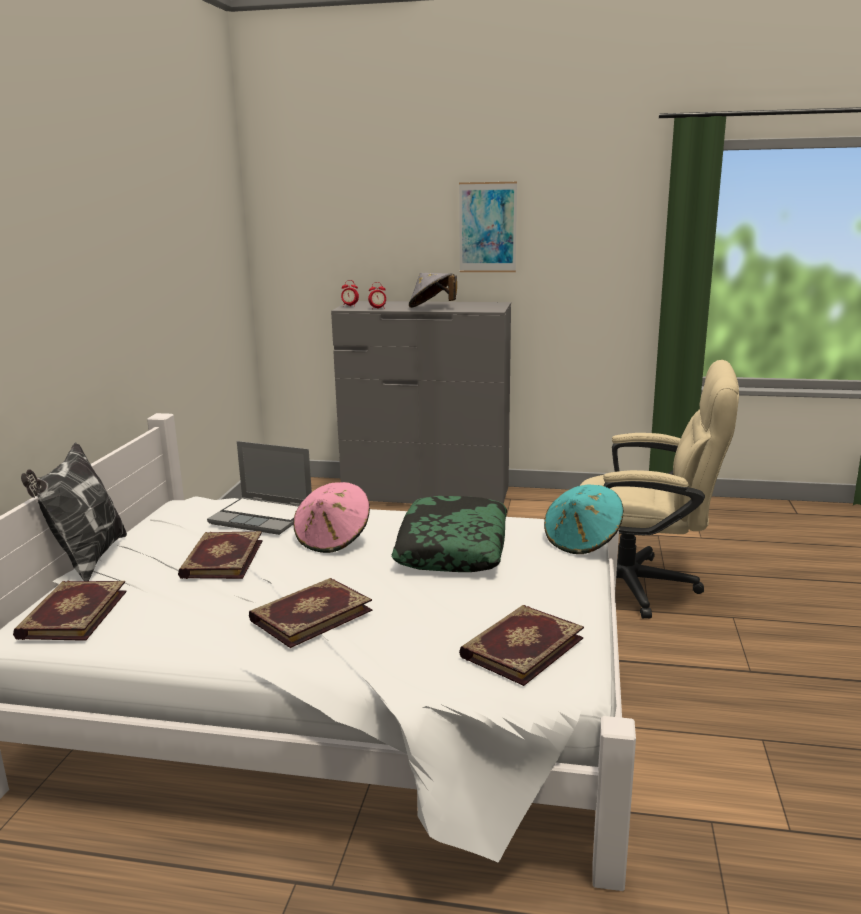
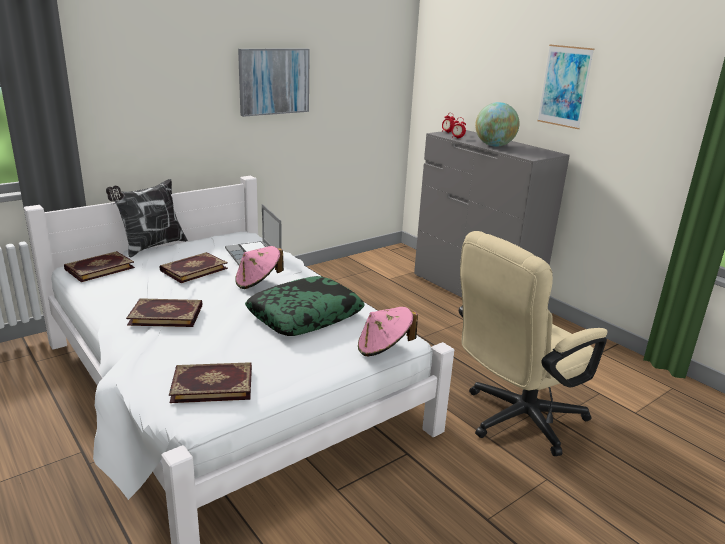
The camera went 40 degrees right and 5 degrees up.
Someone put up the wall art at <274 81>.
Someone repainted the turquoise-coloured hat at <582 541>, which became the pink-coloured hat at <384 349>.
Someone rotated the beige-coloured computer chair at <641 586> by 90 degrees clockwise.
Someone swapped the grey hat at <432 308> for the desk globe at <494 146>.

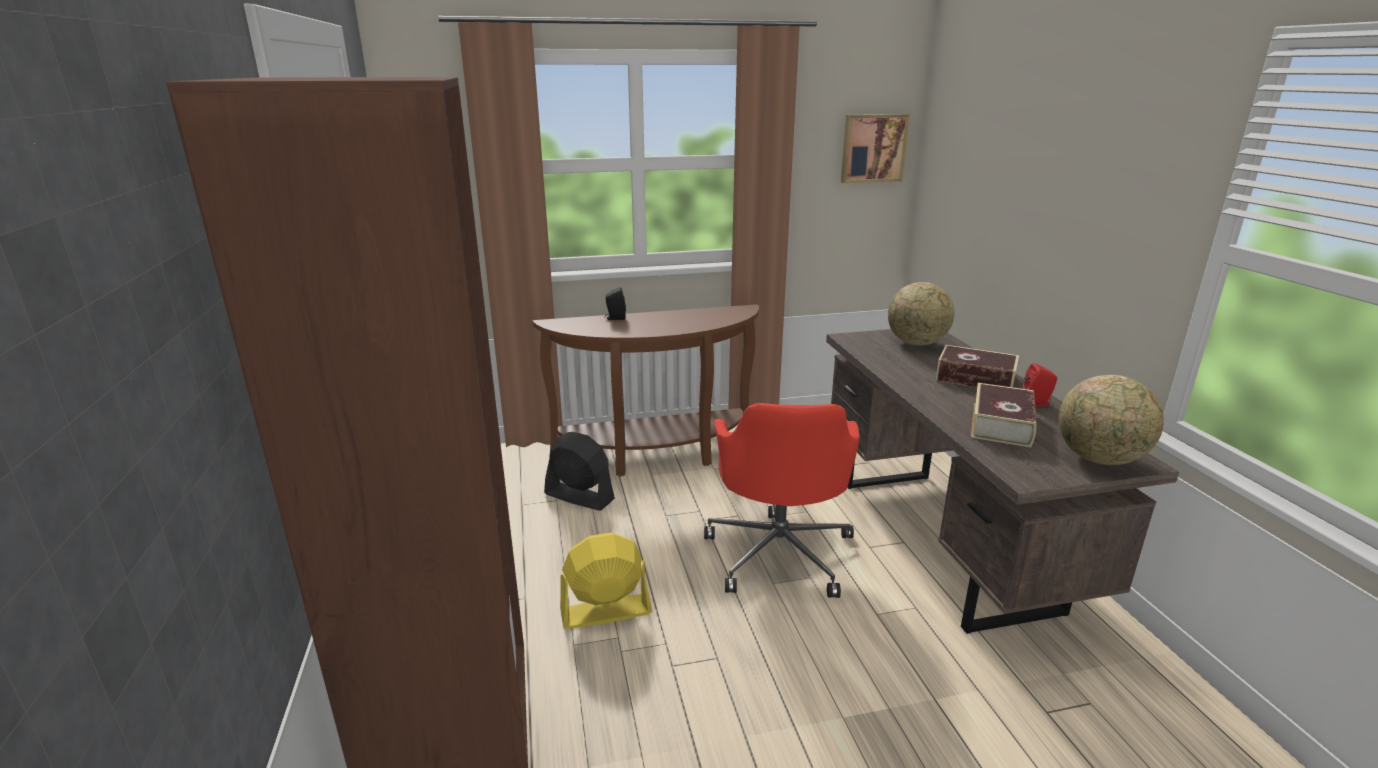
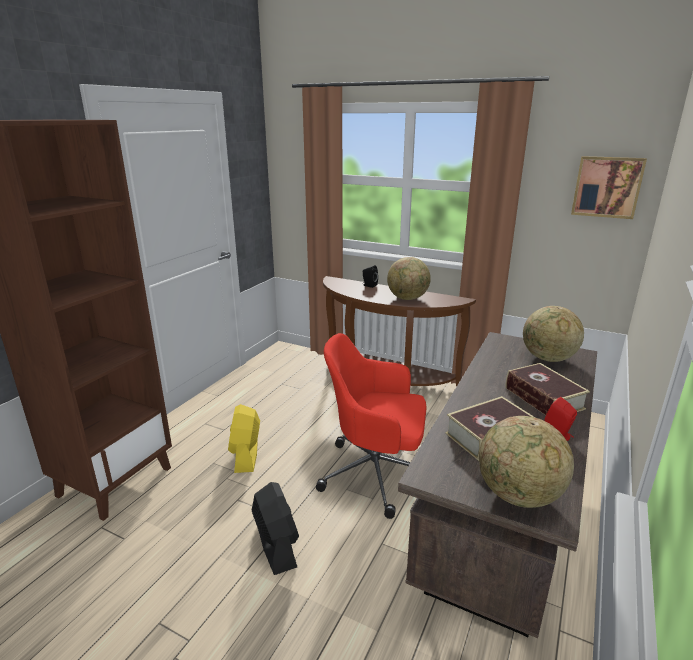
The camera went 40 degrees right and 0 degrees up.
Someone rotated the yellow-coloured fan at <605 611> by 120 degrees counterclockwise.
Someone carried the black-coloured fan from <579 496> to <276 545>.
Someone rotated the red-coloured computer chair at <779 552> by 60 degrees clockwise.
Someone put down the desk globe at <408 298>.

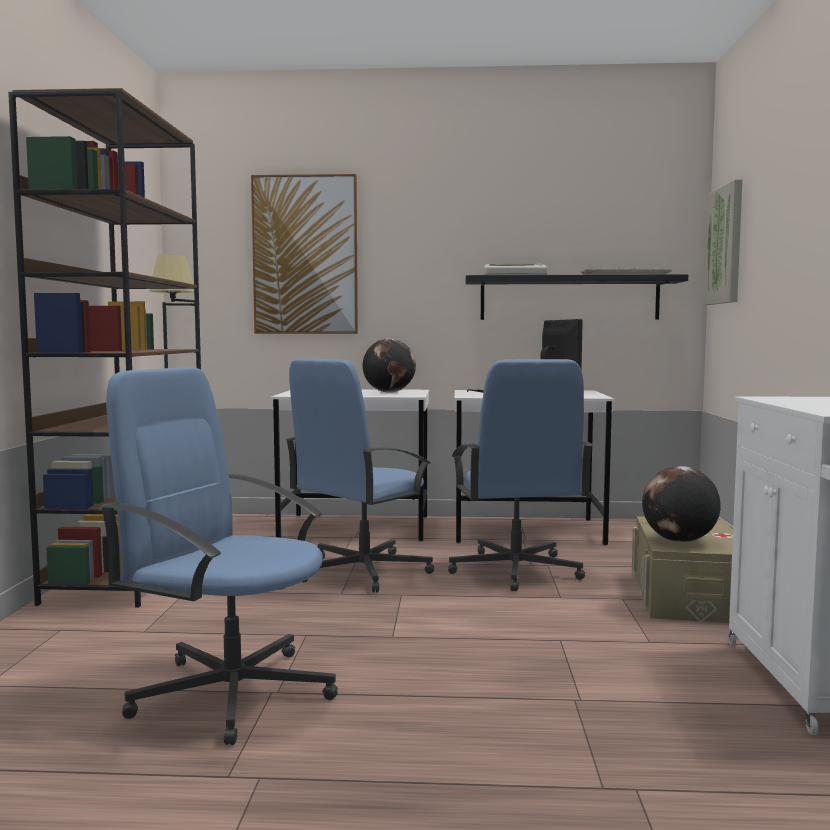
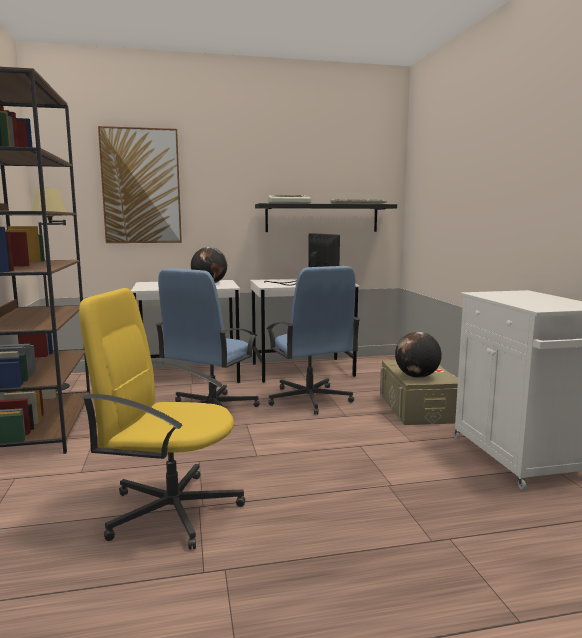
The camera went 15 degrees left and 5 degrees up.
Someone repainted the blue-coloured computer chair at <231 692>, which became the yellow-coloured computer chair at <171 510>.
Someone took away the wall art at <725 245>.

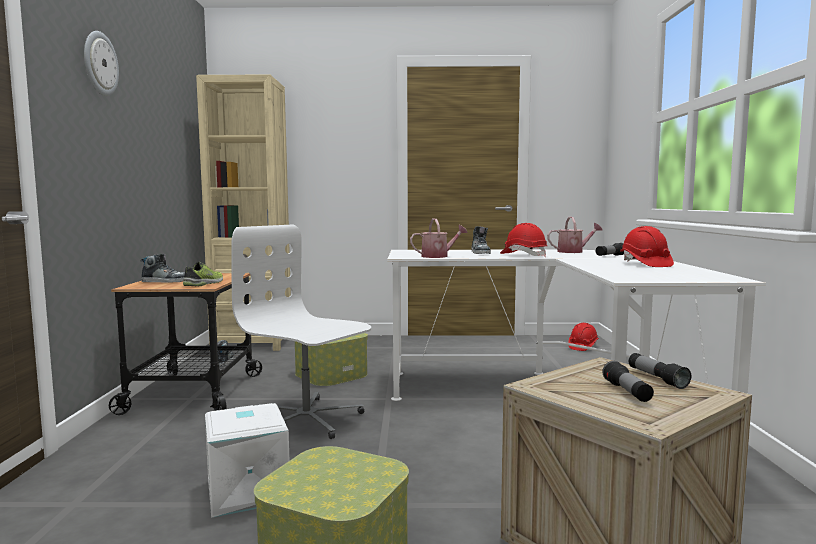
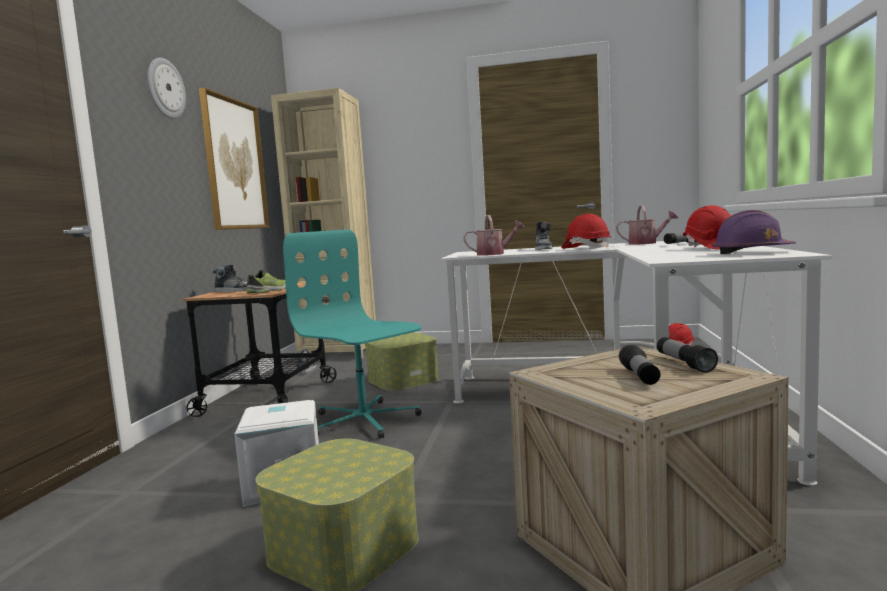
The camera went 10 degrees right and 0 degrees up.
Someone put up the wall art at <234 164>.
Someone repainted the whitish computer chair at <306 420>, which became the turquoise-coloured computer chair at <363 421>.
Someone put down the purple work helmet at <751 252>.

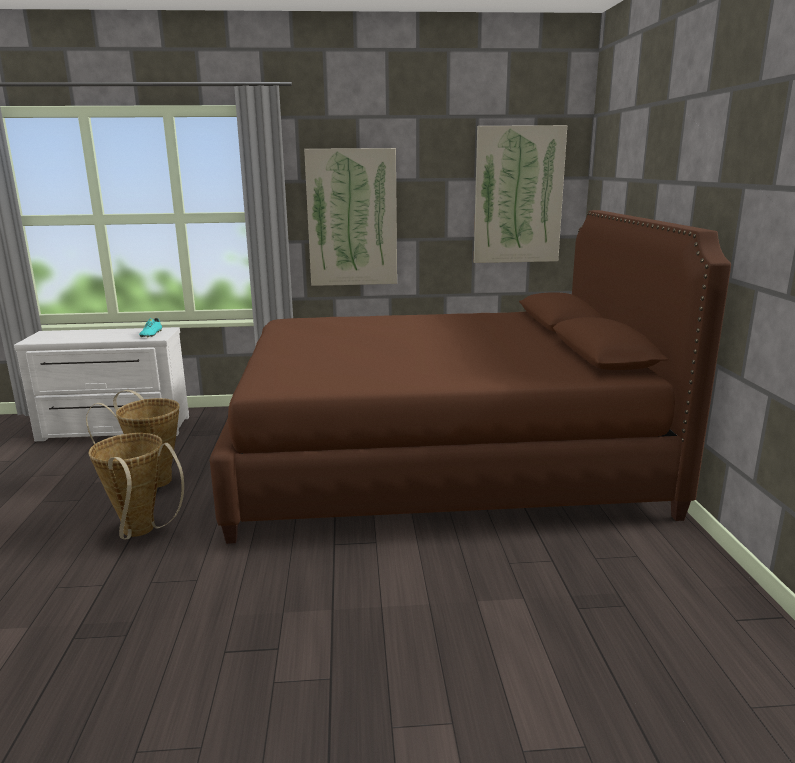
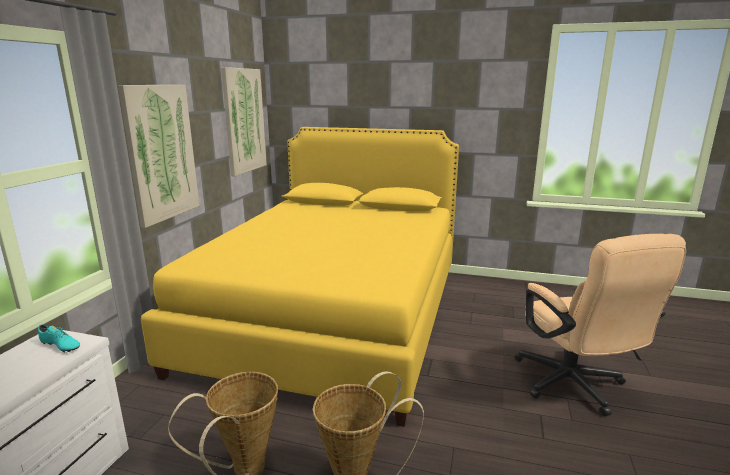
The camera went 70 degrees left and 0 degrees up.
Someone repainted the brown-coloured bedroom bed at <438 460>, which became the yellow-coloured bedroom bed at <334 315>.
Someone put down the beige-coloured computer chair at <575 387>.

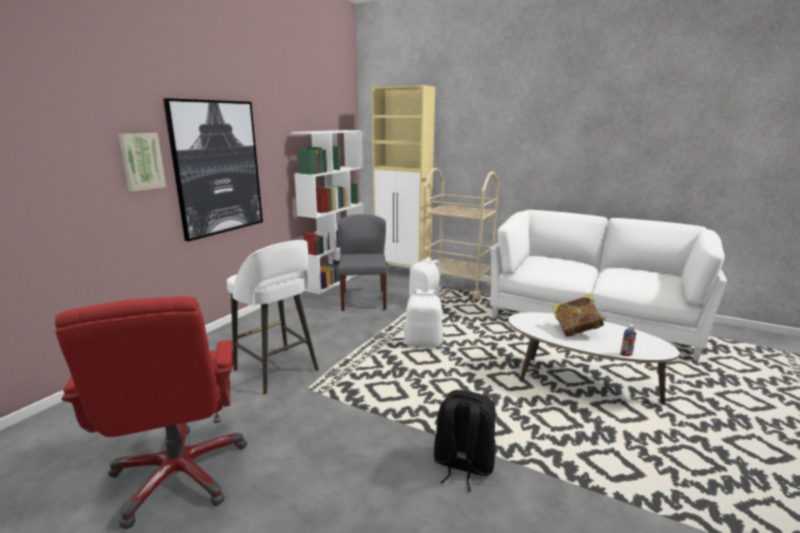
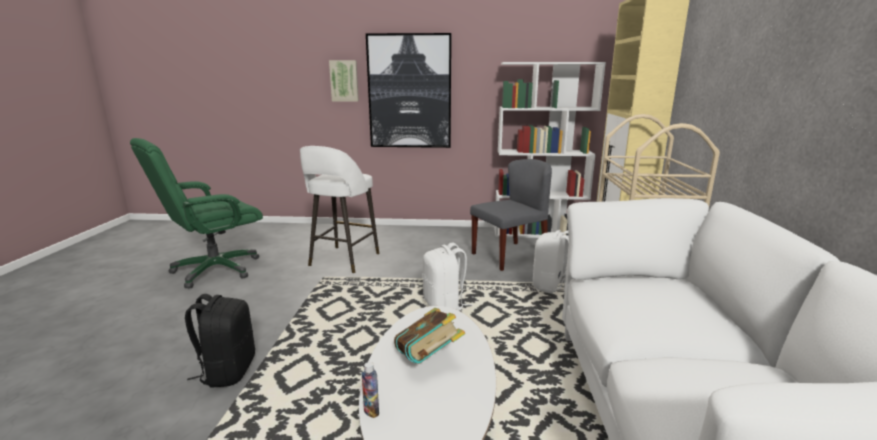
The camera went 65 degrees right and 0 degrees up.
Someone repainted the red-coloured computer chair at <180 474>, which became the green computer chair at <215 270>.

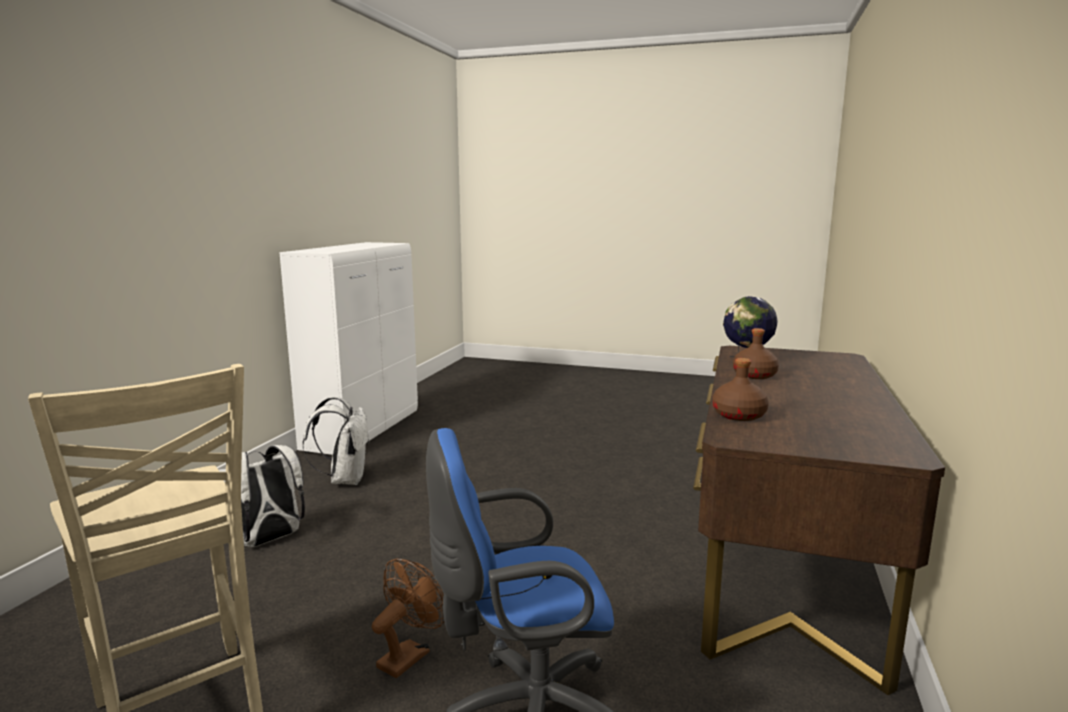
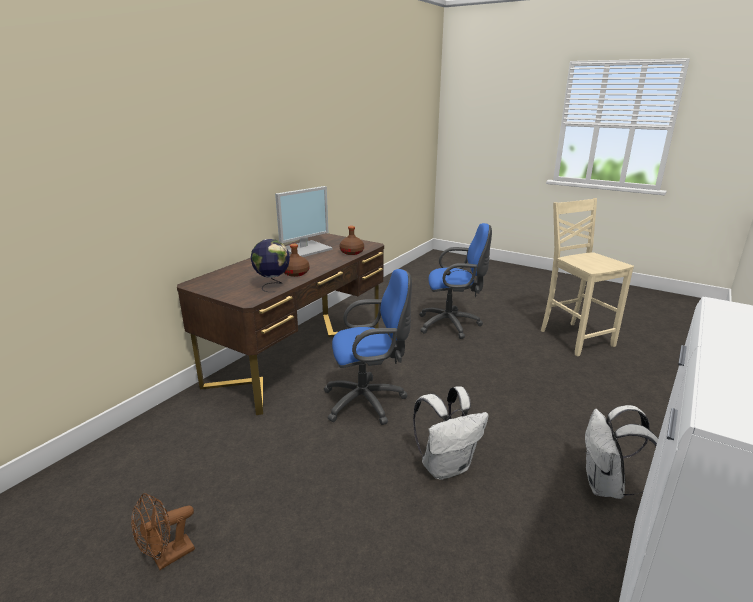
The camera went 165 degrees left and 10 degrees up.
Someone carried the brown-coloured fan from <409 655> to <167 558>.
Someone put down the monitor at <306 249>.
Someone put down the blue-coloured computer chair at <368 401>.
Someone carried the whitish backpack from <267 540> to <446 466>.

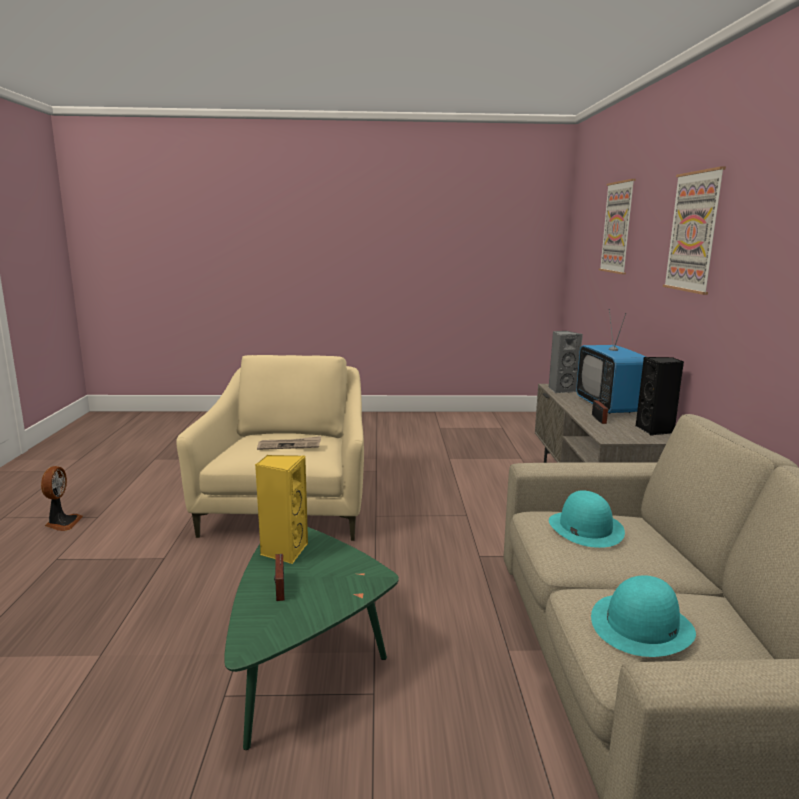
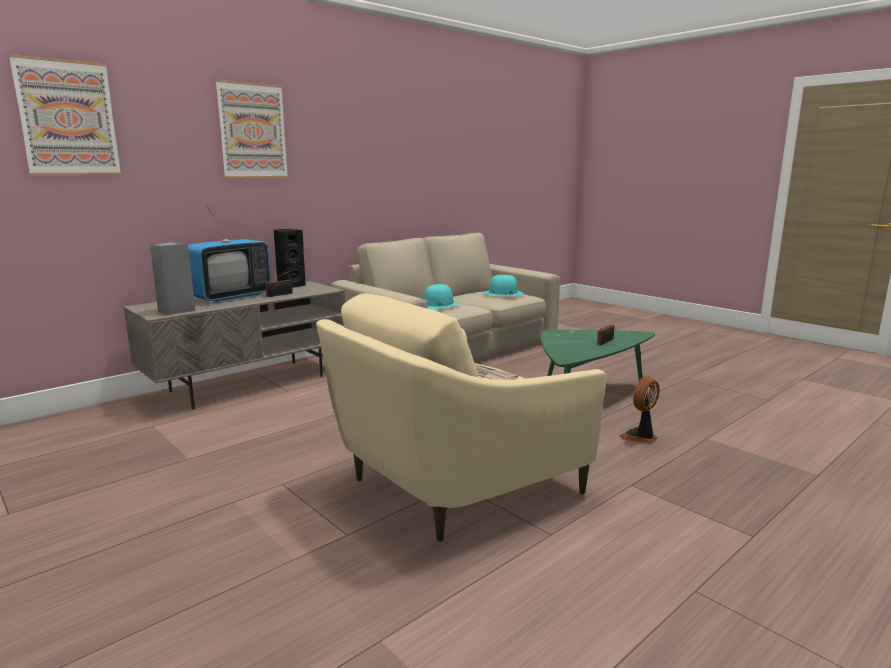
The camera went 130 degrees left and 0 degrees up.
Someone carried the fan from <62 523> to <640 437>.
Someone took away the yellow-coloured speaker at <283 551>.

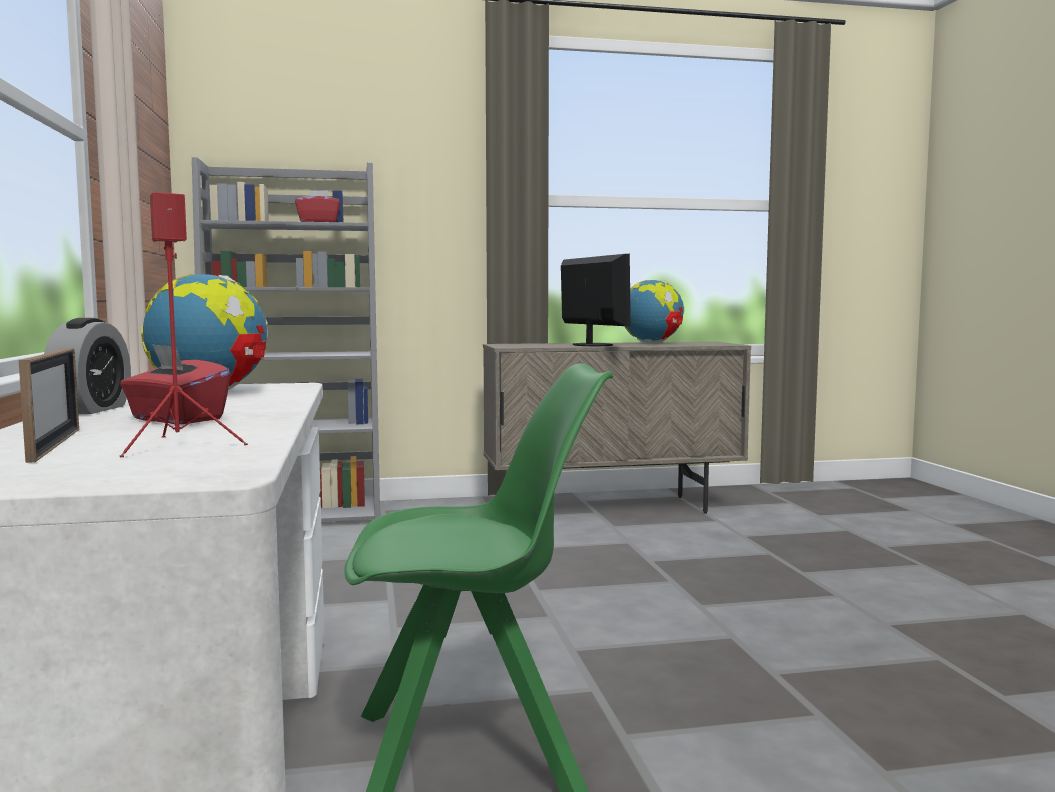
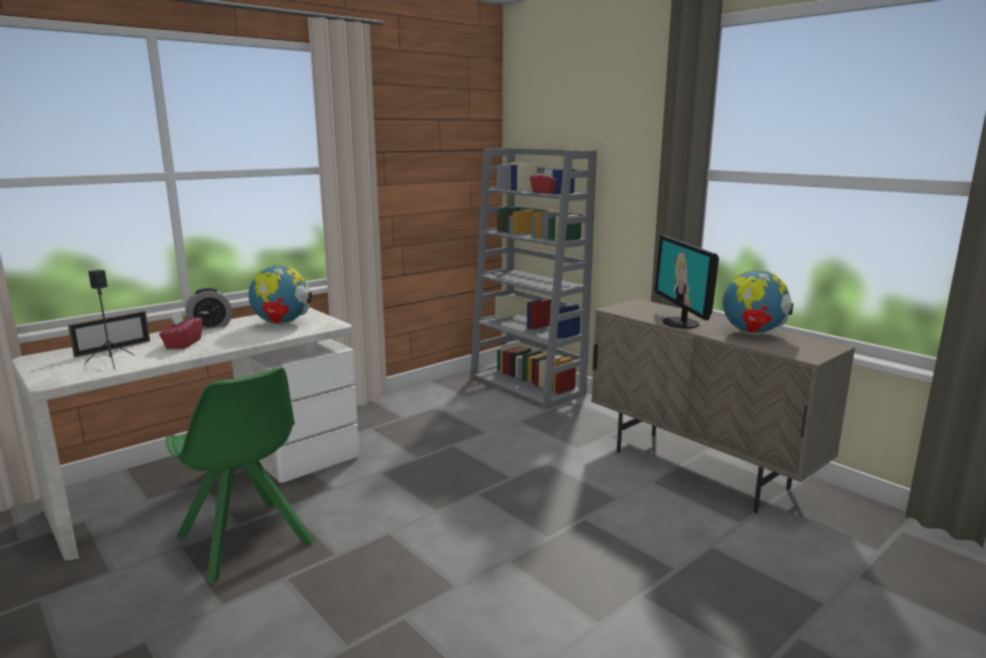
The camera went 60 degrees right and 10 degrees up.
Someone repainted the red-coloured speaker at <180 445>, which became the black-coloured speaker at <111 362>.
Someone rotated the monitor at <591 345> by 135 degrees clockwise.

